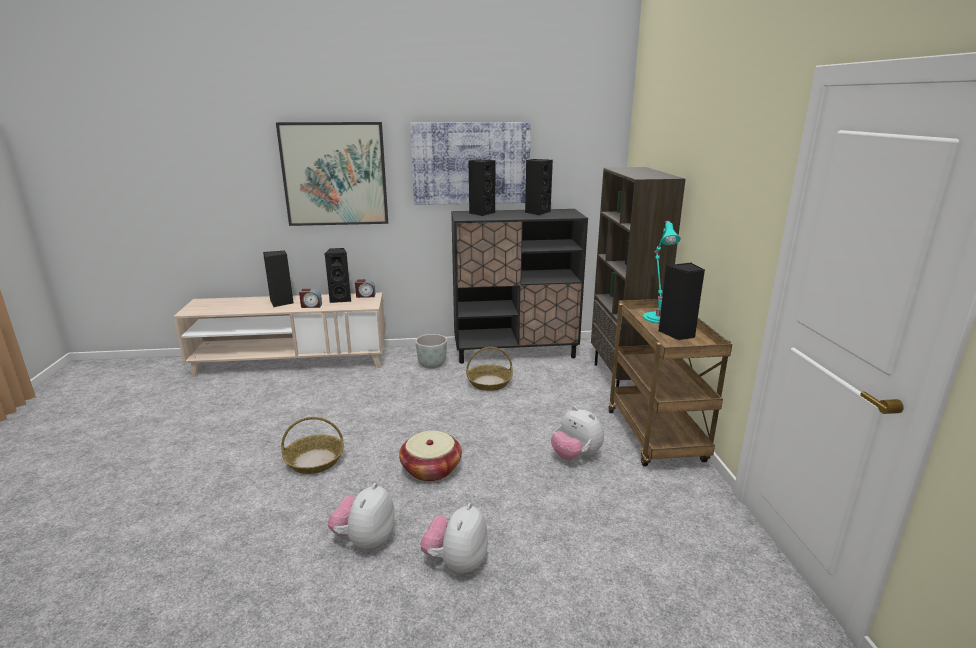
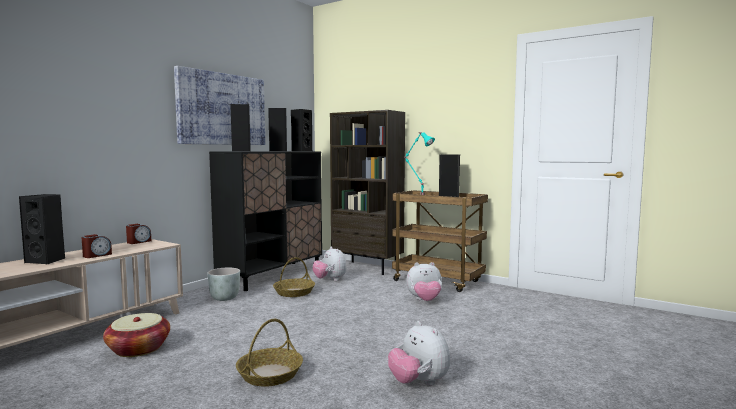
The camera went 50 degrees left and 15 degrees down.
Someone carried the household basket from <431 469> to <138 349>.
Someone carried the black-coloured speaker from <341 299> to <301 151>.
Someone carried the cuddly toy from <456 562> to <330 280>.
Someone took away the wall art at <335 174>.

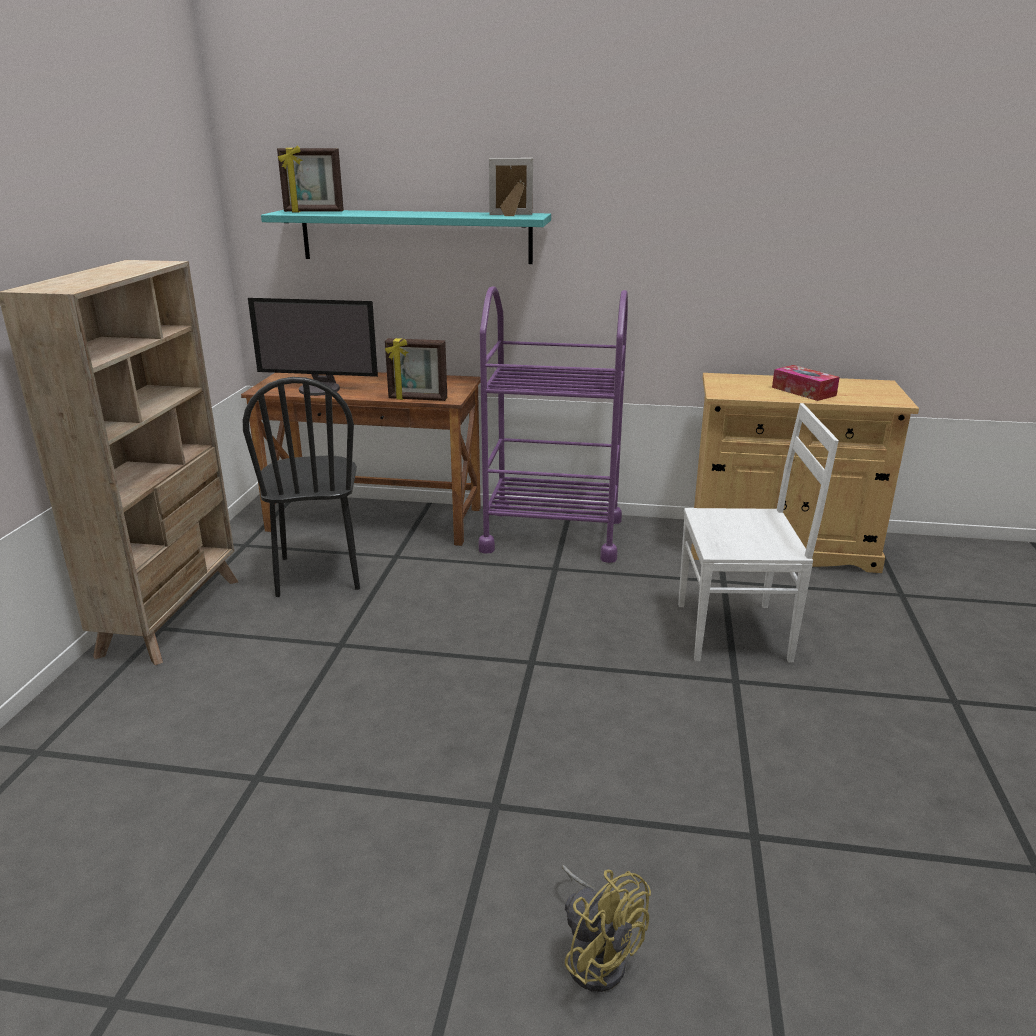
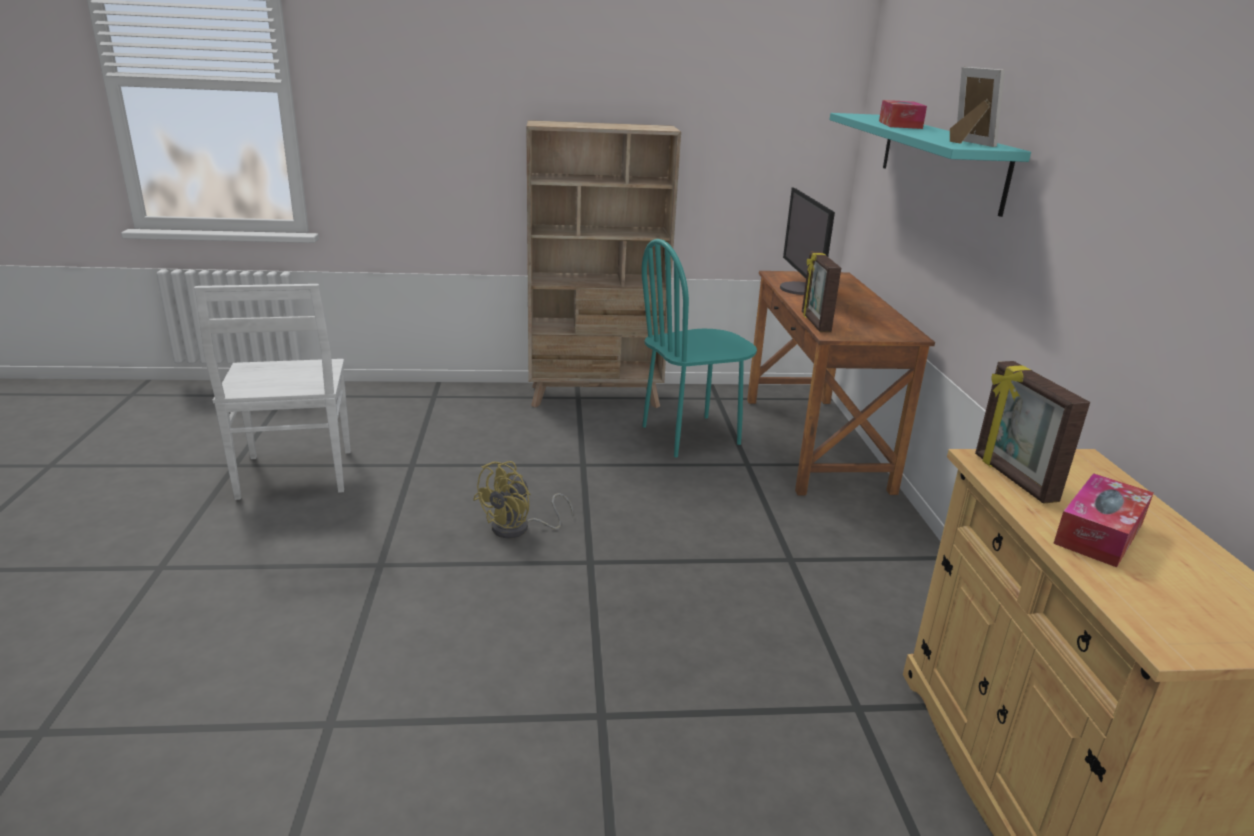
The camera went 75 degrees right and 0 degrees up.
Someone carried the whitish plain chair from <737 632> to <295 476>.
Someone carried the yellow-coloured fan from <596 954> to <519 529>.
Someone repainted the black-coloured plain chair at <318 573>, which became the turquoise-coloured plain chair at <691 435>.
Someone put down the tissue holder at <900 125>.
Someone carried the standing frame from <313 212> to <1013 478>.
Someone took away the purple cart at <552 535>.

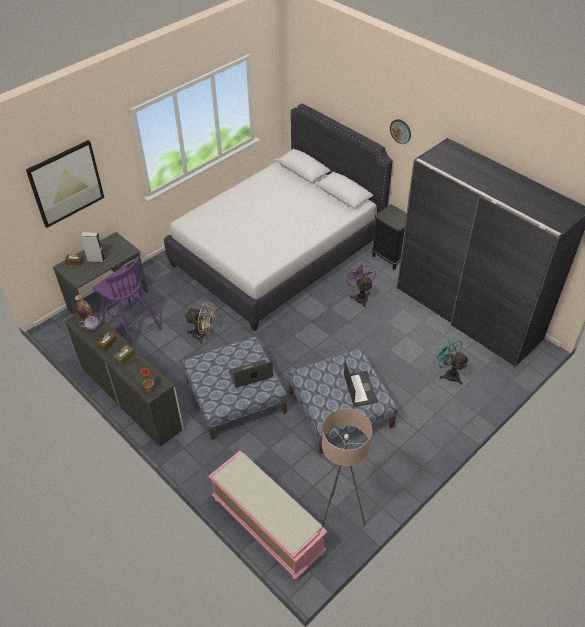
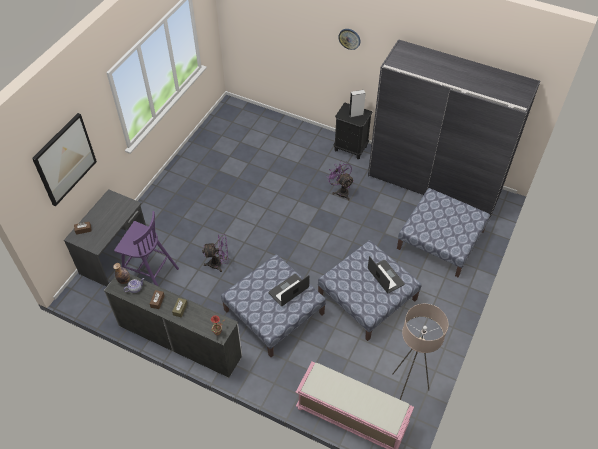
The camera went 20 degrees left and 5 degrees up.
Someone repainted the beige-coloured fan at <202 335>, which became the purple fan at <219 264>.
Someone carried the grey speaker from <96 260> to <356 114>.
Someone swapped the turquoise-coloured fan at <448 373> for the footrest at <440 240>.
Someone took away the whitish bedroom bed at <277 253>.

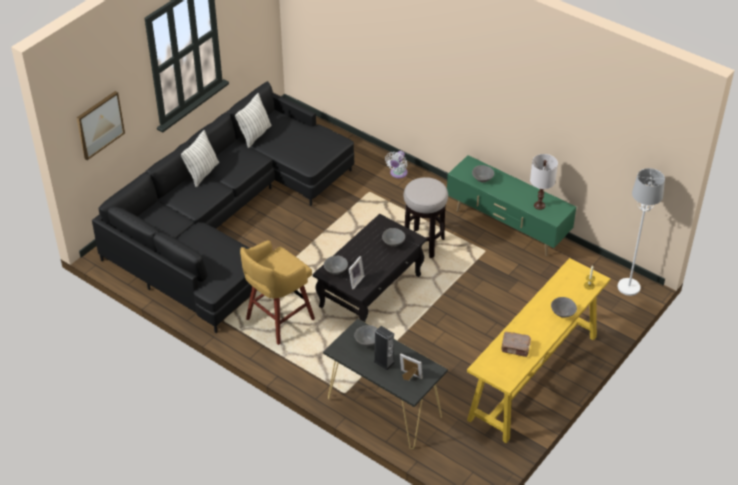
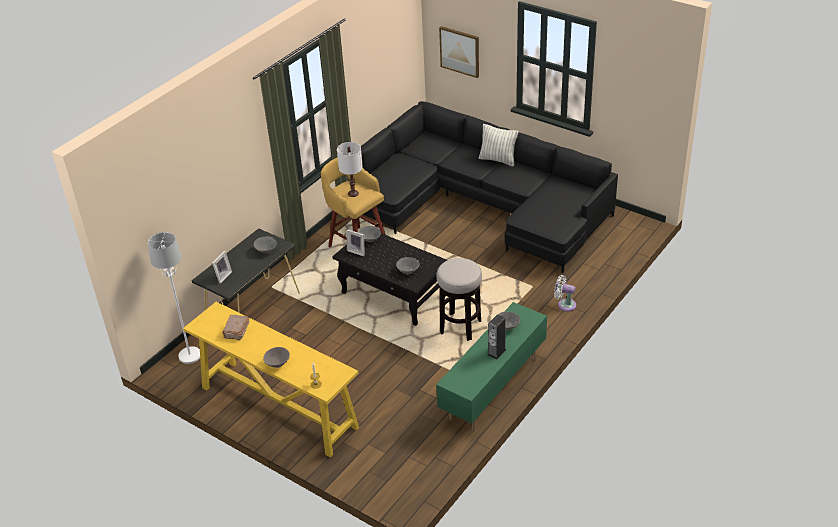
The camera went 90 degrees right and 5 degrees down.
Someone carried the whitish floor lamp from <628 287> to <189 355>.
Someone carried the whitish tabletop lamp from <539 205> to <353 193>.
Someone carried the speaker from <384 362> to <496 352>.
Someone took away the pillow at <255 135>.

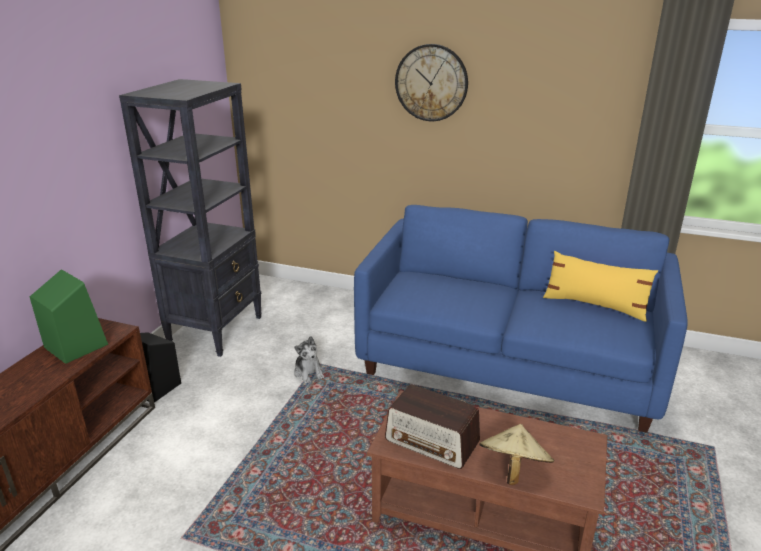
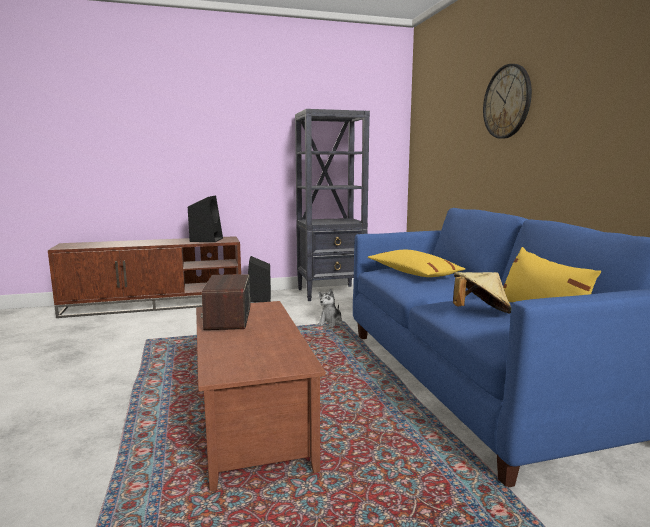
The camera went 55 degrees right and 15 degrees down.
Someone repainted the green speaker at <74 345>, which became the black-coloured speaker at <206 240>.
Someone put down the yellow-coloured pillow at <413 273>.
Someone carried the beige-coloured hat from <513 470> to <480 313>.

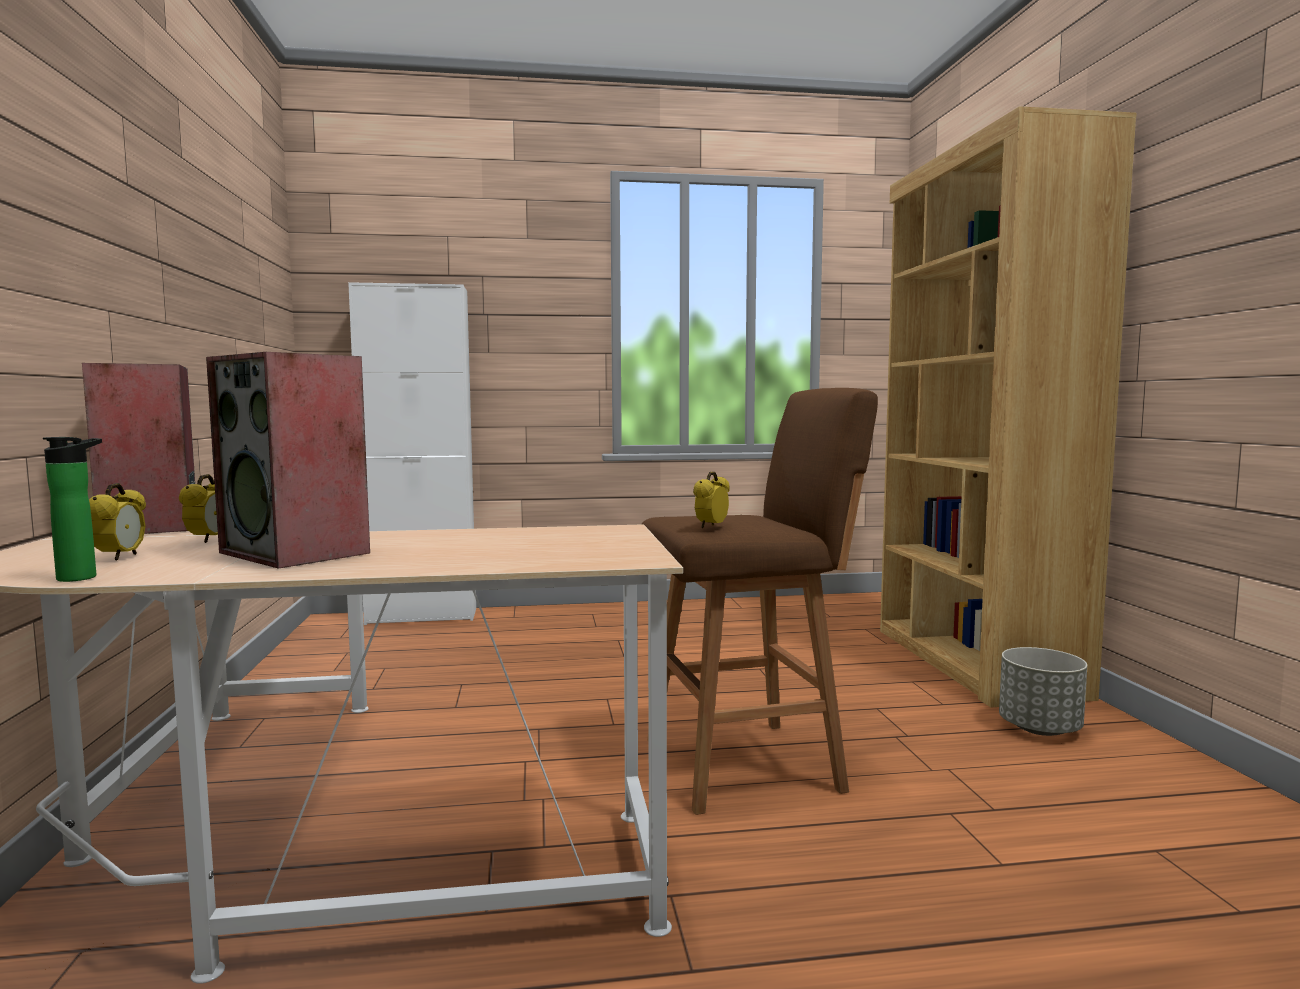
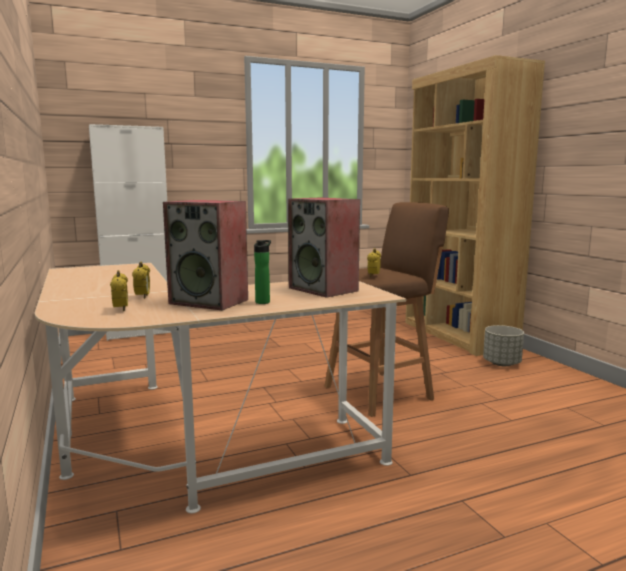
The camera went 15 degrees left and 5 degrees up.
Someone carried the drink bottle from <83 577> to <263 302>.
Someone carried the speaker from <152 526> to <324 289>.

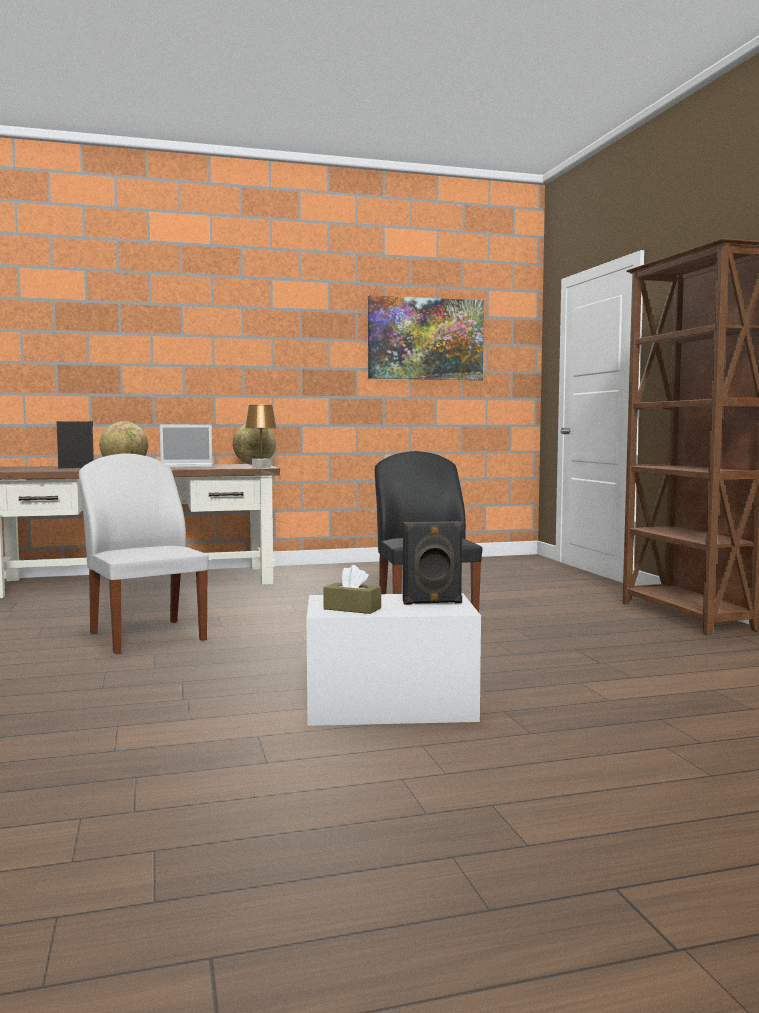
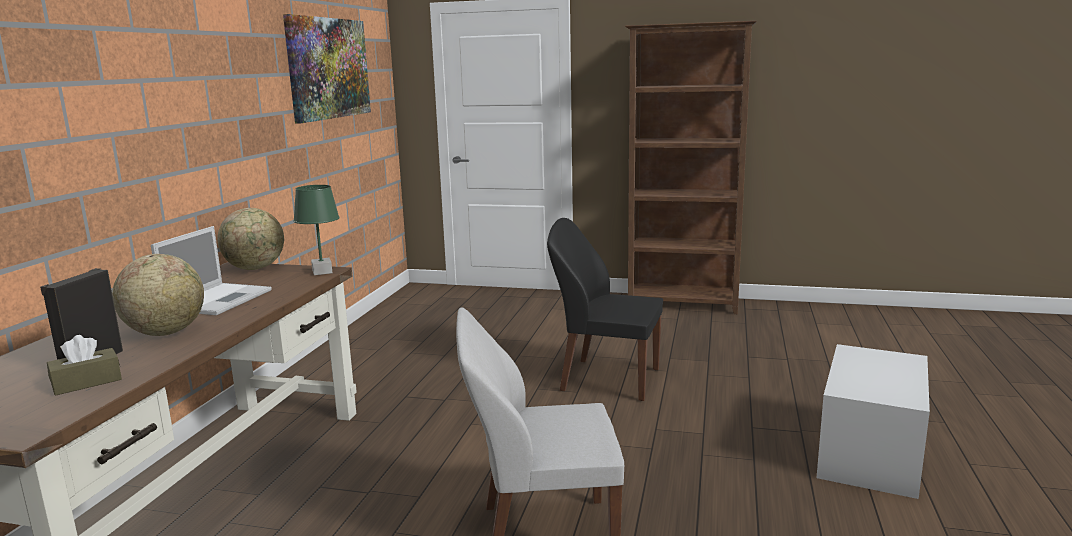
The camera went 60 degrees left and 10 degrees up.
Someone carried the brown-coloured tissue holder from <352 608> to <87 382>.
Someone repainted the brown-coloured tabletop lamp at <261 467>, which became the green tabletop lamp at <322 272>.
Someone took away the black-coloured speaker at <432 602>.

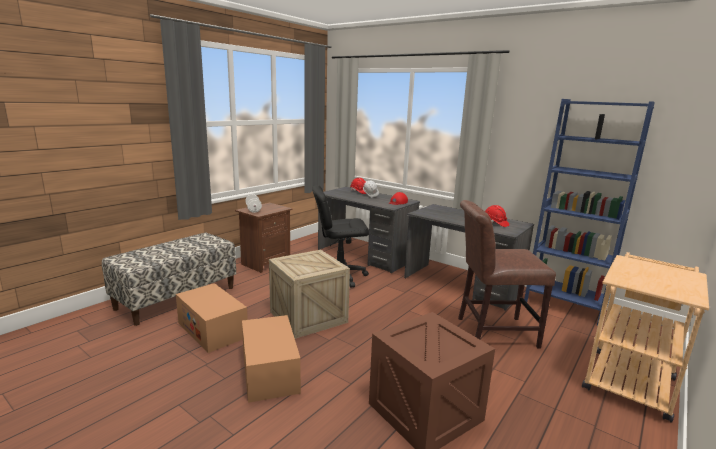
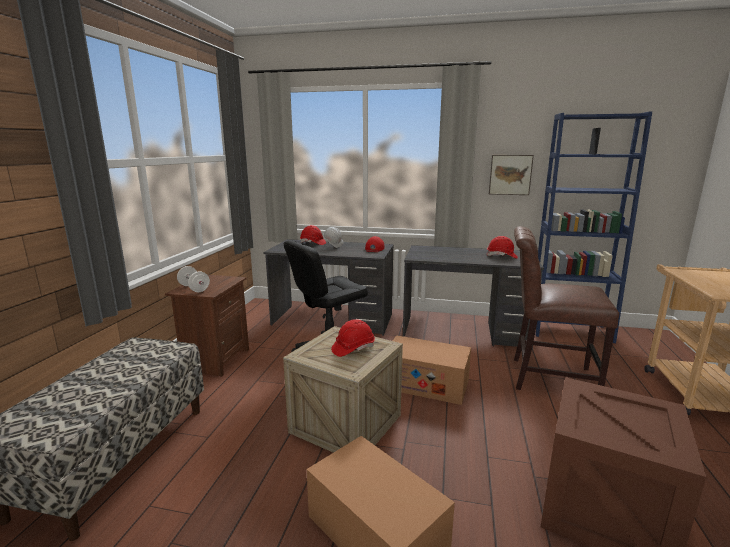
The camera went 25 degrees left and 0 degrees up.
Someone put down the red-coloured work helmet at <353 348>.
Someone carried the carton from <212 330> to <426 384>.
Someone put up the wall art at <510 174>.
Someone rotated the brown-coloured plain chair at <491 331> by 45 degrees clockwise.

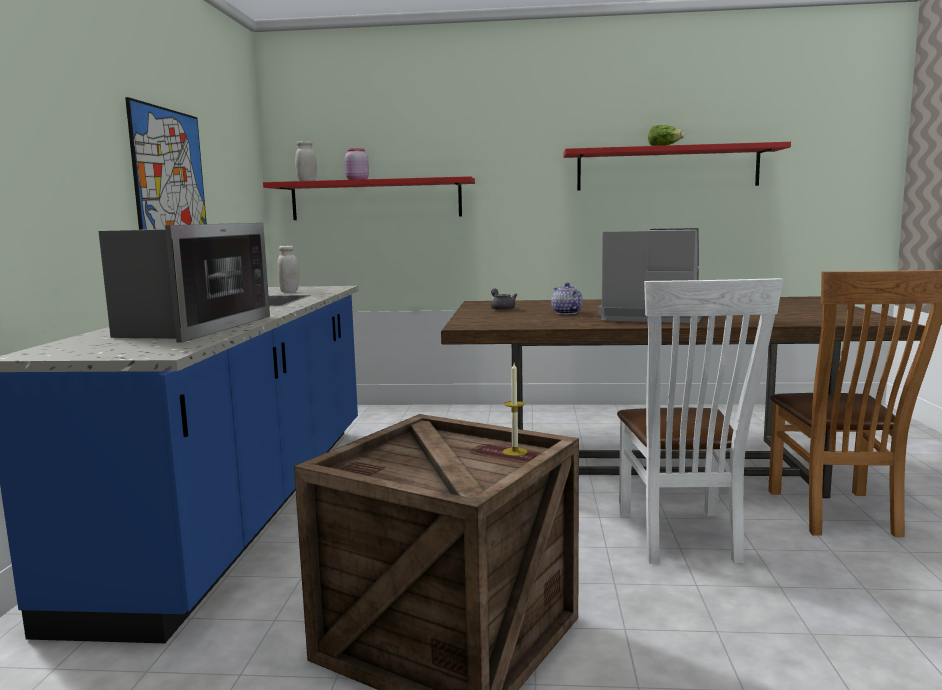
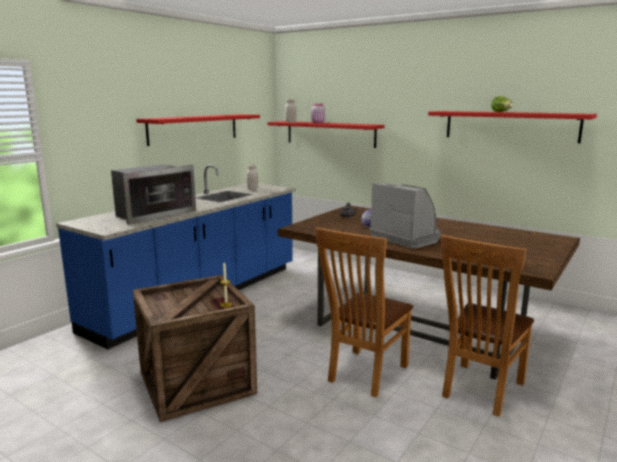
The camera went 30 degrees right and 5 degrees up.
Someone swapped the wall art at <170 178> for the red-coloured shelf at <194 128>.
Someone repainted the whitish plain chair at <682 539>, which became the brown-coloured plain chair at <364 374>.

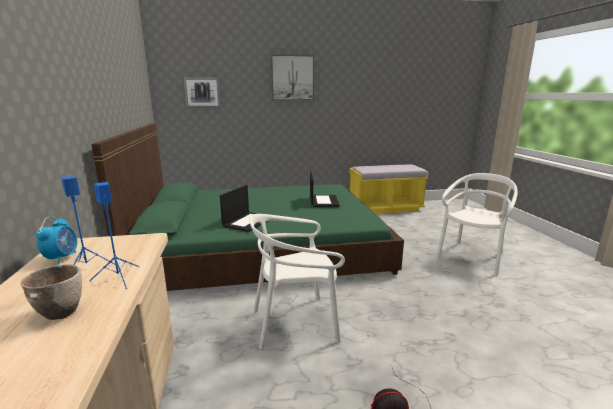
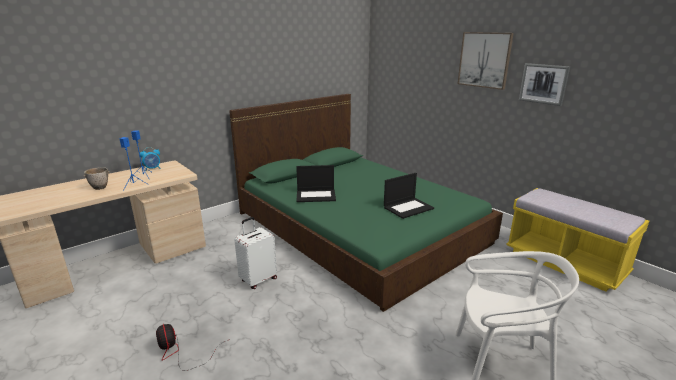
The camera went 60 degrees right and 5 degrees up.
Someone swapped the whitish plain chair at <295 323> for the whitish travel case at <258 279>.
Someone carried the wall art from <202 92> to <543 84>.

